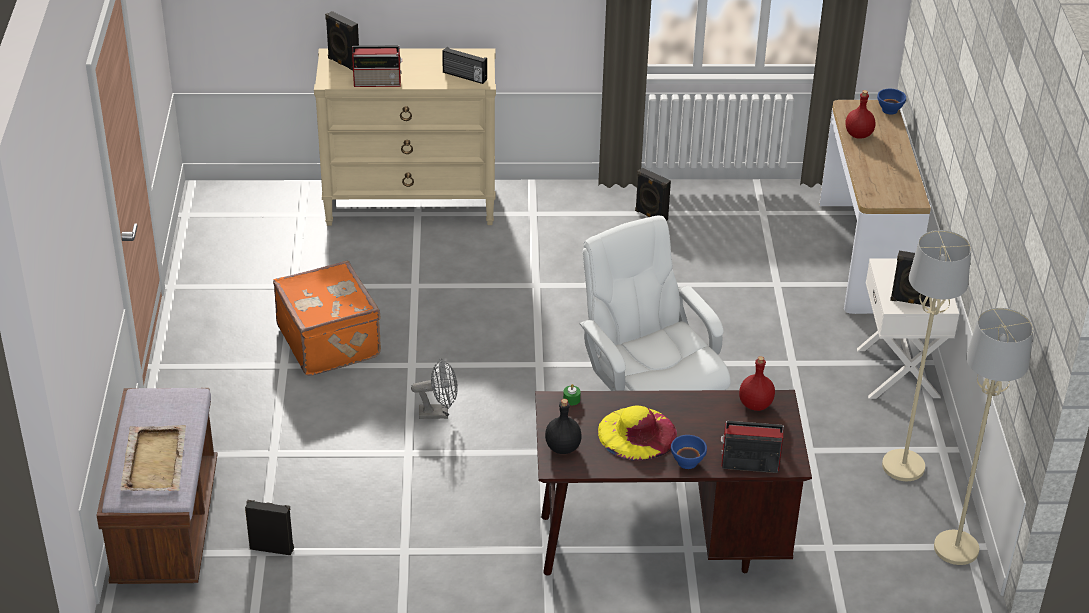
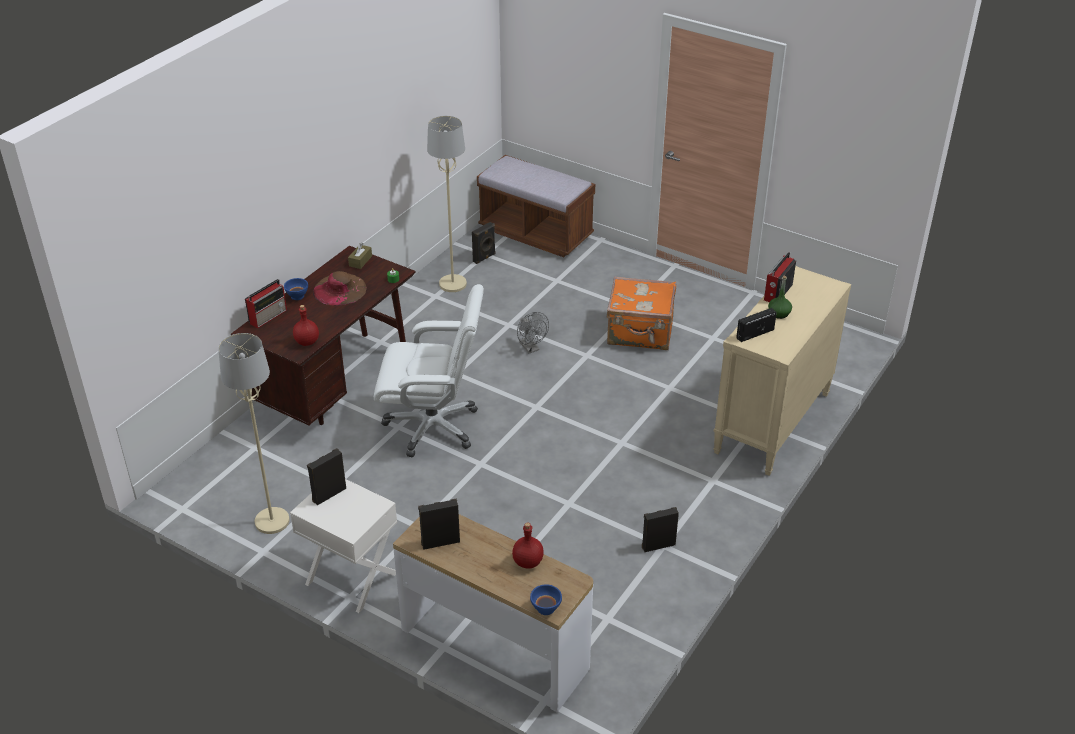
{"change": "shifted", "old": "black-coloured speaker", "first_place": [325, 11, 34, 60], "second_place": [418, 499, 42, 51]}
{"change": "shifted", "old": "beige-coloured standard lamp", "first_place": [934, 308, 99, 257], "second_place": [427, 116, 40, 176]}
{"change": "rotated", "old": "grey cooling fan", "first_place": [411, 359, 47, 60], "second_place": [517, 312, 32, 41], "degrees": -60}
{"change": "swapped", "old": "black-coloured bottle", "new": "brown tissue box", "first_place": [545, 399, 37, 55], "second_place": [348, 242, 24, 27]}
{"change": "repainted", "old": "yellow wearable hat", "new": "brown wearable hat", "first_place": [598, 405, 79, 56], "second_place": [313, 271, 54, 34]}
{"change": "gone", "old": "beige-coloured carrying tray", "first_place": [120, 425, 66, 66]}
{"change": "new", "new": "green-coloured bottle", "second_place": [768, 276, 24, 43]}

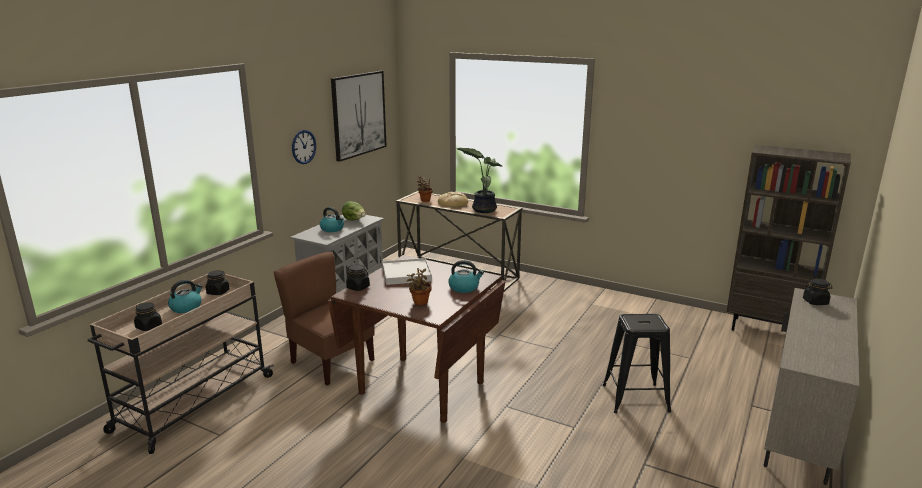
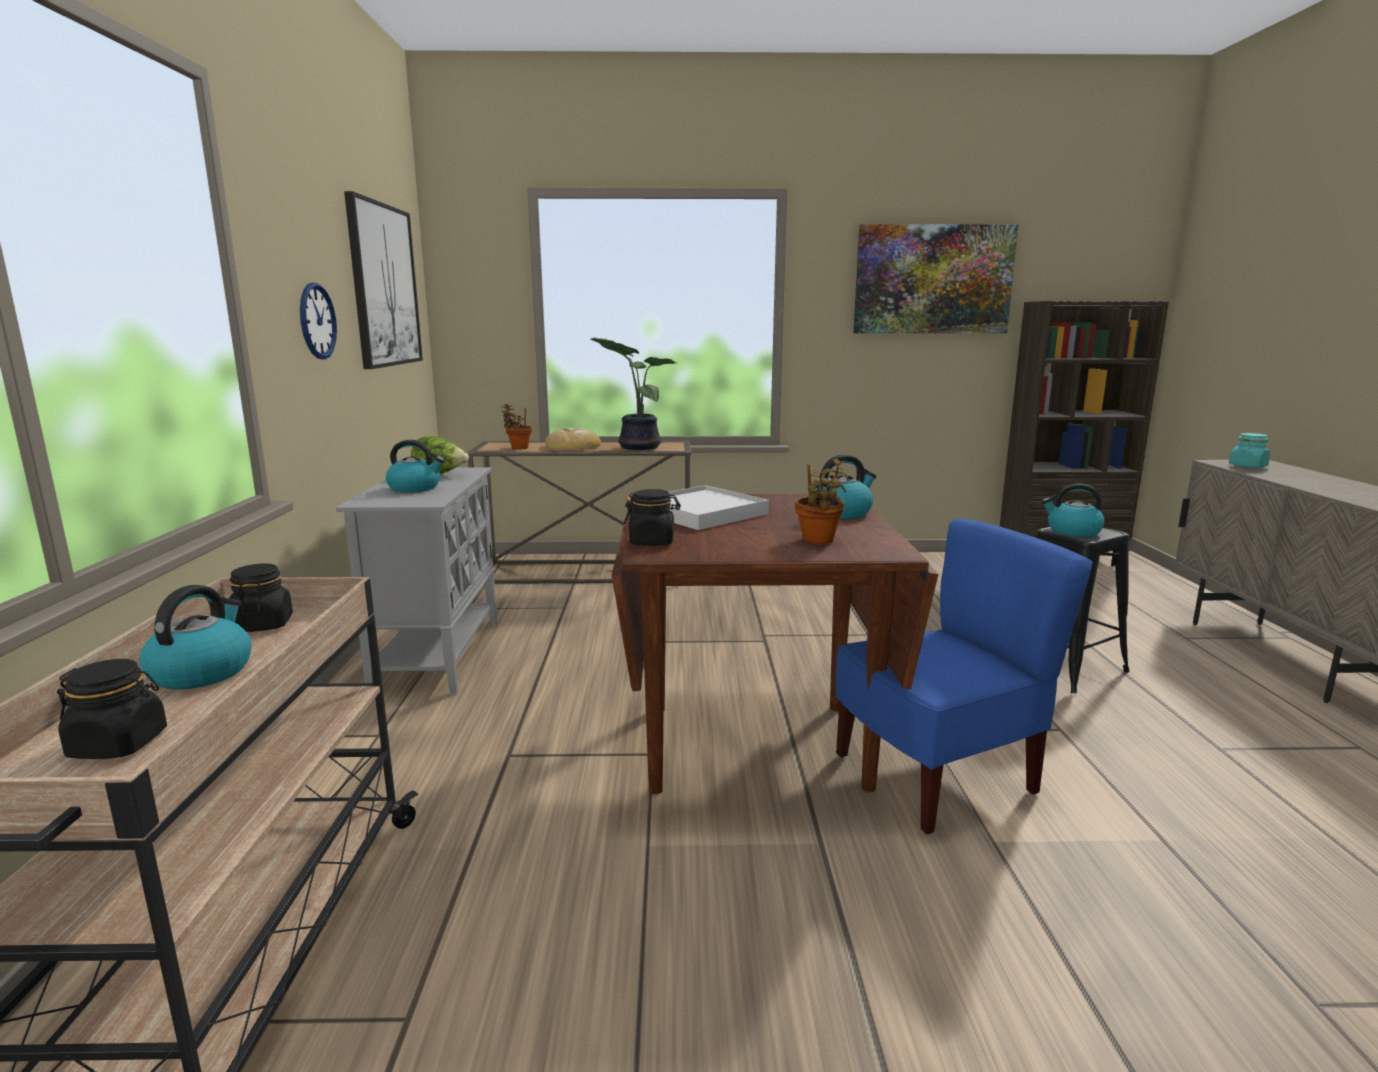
{"change": "gone", "old": "brown plain chair", "first_place": [274, 252, 101, 134]}
{"change": "repainted", "old": "black-coloured preserve jar", "new": "turquoise preserve jar", "first_place": [803, 278, 29, 27], "second_place": [1229, 433, 41, 35]}
{"change": "new", "new": "picture", "second_place": [853, 224, 165, 109]}
{"change": "new", "new": "water kettle", "second_place": [1042, 483, 63, 54]}
{"change": "new", "new": "blue plain chair", "second_place": [836, 519, 257, 315]}

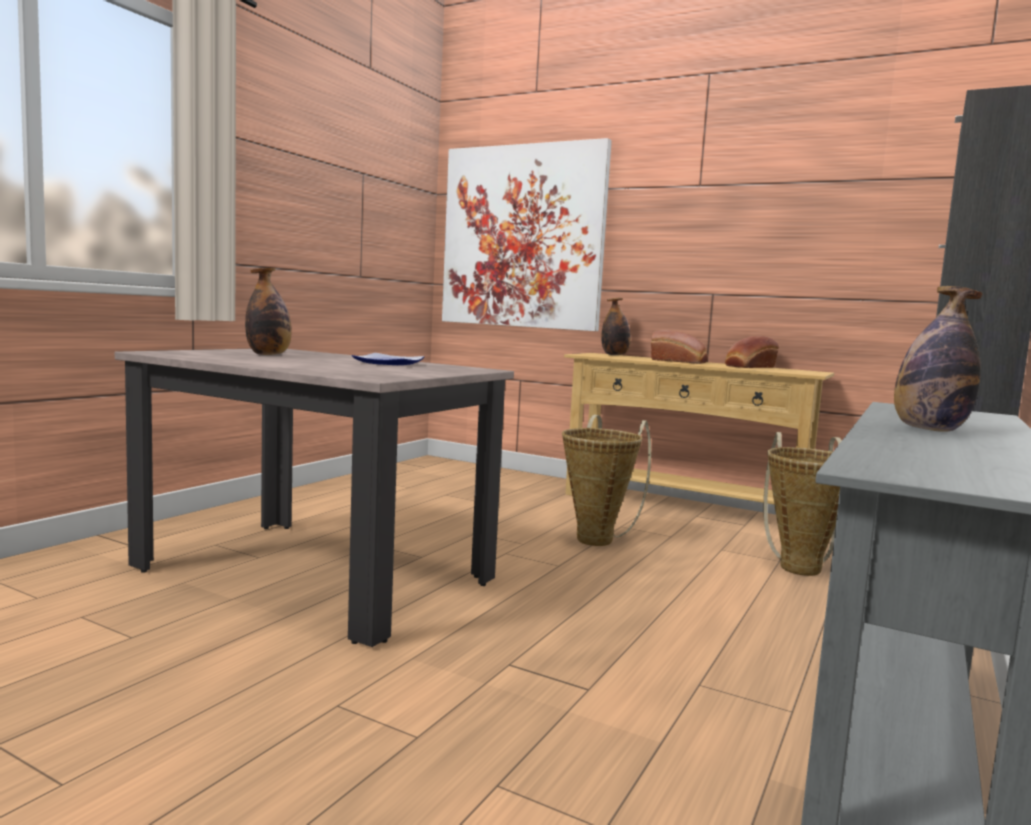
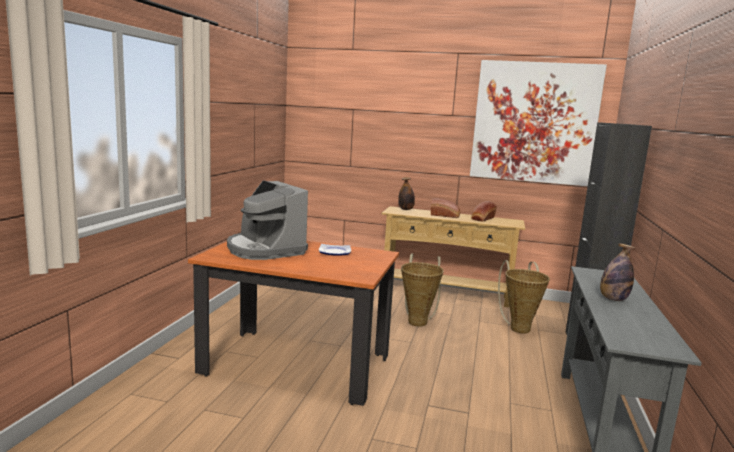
{"change": "shifted", "old": "picture", "first_place": [442, 138, 170, 193], "second_place": [470, 60, 137, 126]}
{"change": "swapped", "old": "bottle", "new": "coffee machine", "first_place": [245, 268, 47, 87], "second_place": [227, 180, 81, 80]}
{"change": "repainted", "old": "beige-coloured kitchen table", "new": "orangey kitchen table", "first_place": [115, 349, 399, 298], "second_place": [188, 241, 211, 165]}

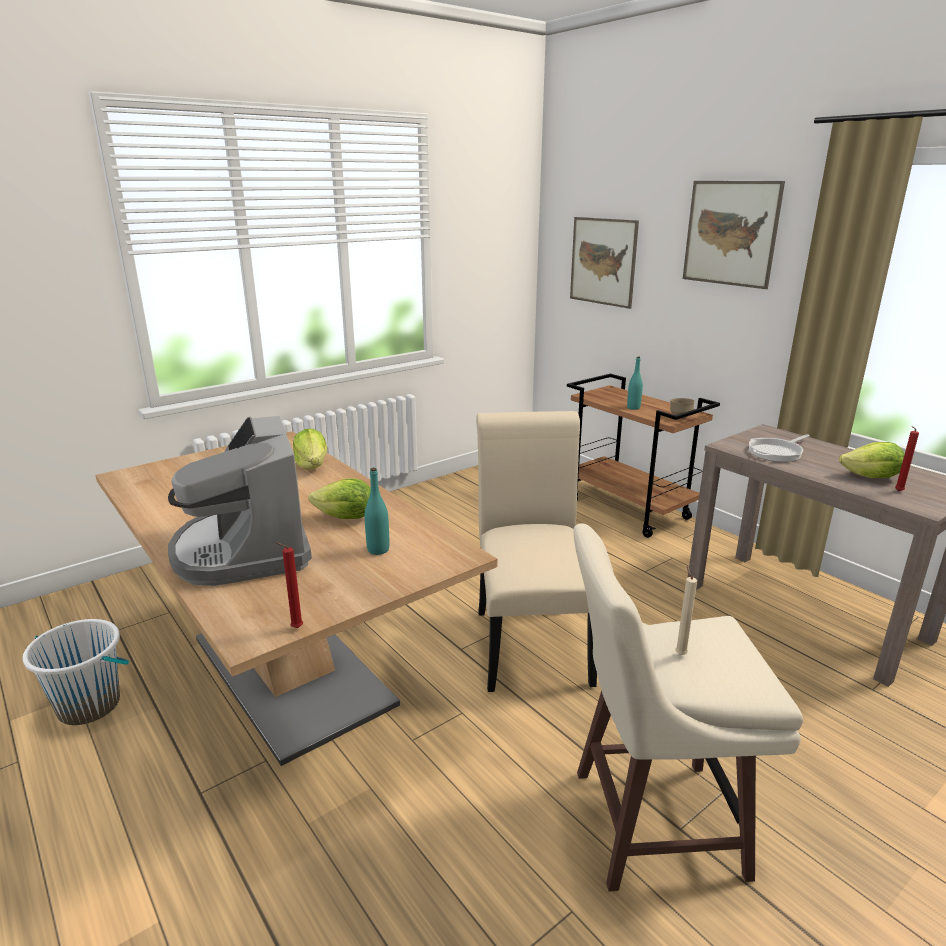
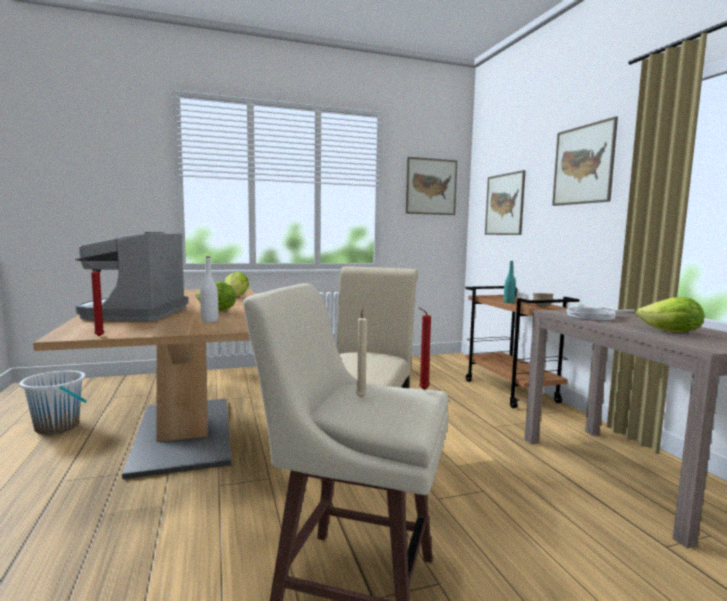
{"change": "shifted", "old": "reddish wax candle", "first_place": [895, 426, 24, 65], "second_place": [418, 307, 13, 83]}
{"change": "repainted", "old": "turquoise bottle", "new": "whitish bottle", "first_place": [364, 468, 25, 87], "second_place": [200, 256, 18, 66]}
{"change": "new", "new": "picture", "second_place": [406, 157, 51, 58]}

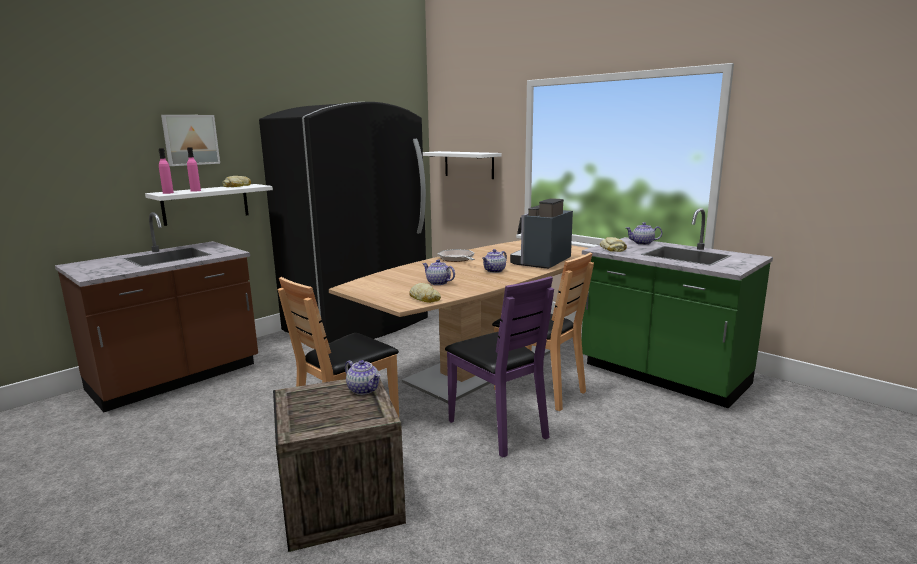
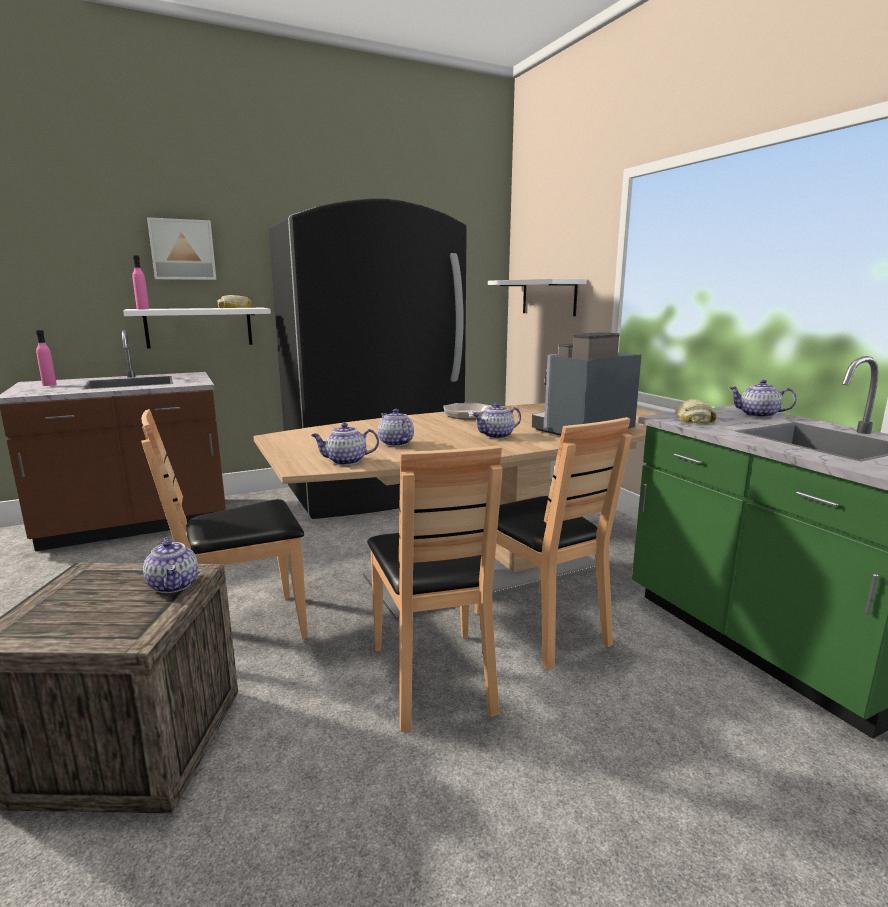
{"change": "shifted", "old": "pink-coloured bottle", "first_place": [187, 147, 14, 45], "second_place": [36, 330, 21, 56]}
{"change": "repainted", "old": "purple plain chair", "new": "brown plain chair", "first_place": [445, 276, 109, 182], "second_place": [367, 445, 136, 287]}
{"change": "swapped", "old": "bread", "new": "pot for tea", "first_place": [409, 283, 32, 20], "second_place": [311, 423, 68, 42]}

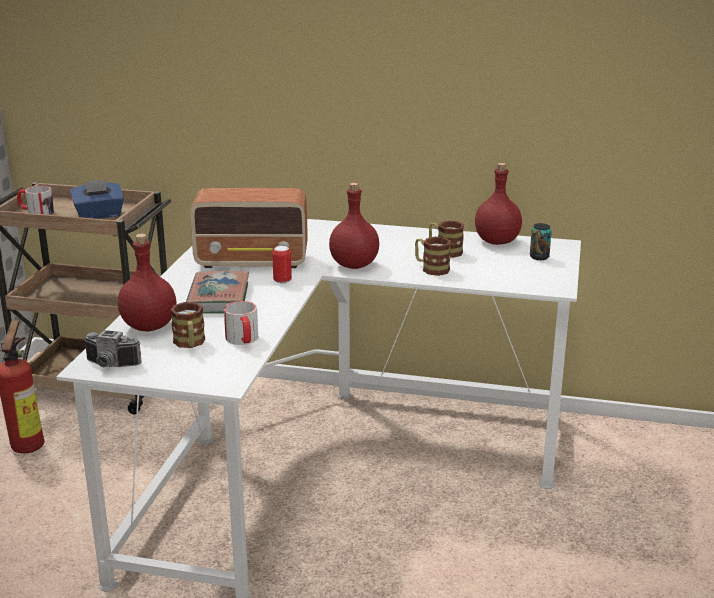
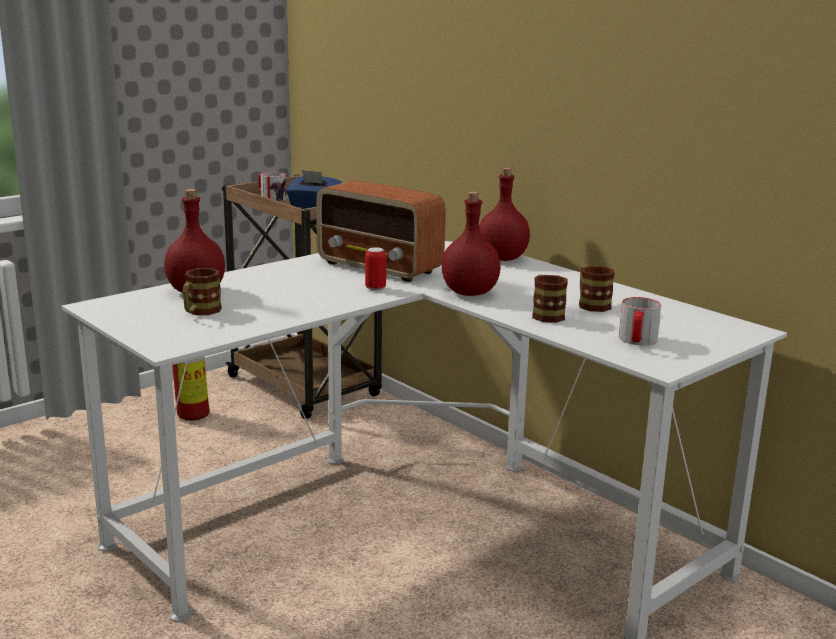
{"change": "shifted", "old": "reddish bottle", "first_place": [475, 163, 47, 82], "second_place": [479, 168, 51, 93]}
{"change": "gone", "old": "can", "first_place": [530, 223, 22, 37]}
{"change": "gone", "old": "bound book", "first_place": [186, 271, 63, 43]}
{"change": "shifted", "old": "tea mug", "first_place": [224, 301, 34, 44], "second_place": [619, 297, 42, 48]}
{"change": "gone", "old": "still camera", "first_place": [84, 330, 58, 37]}

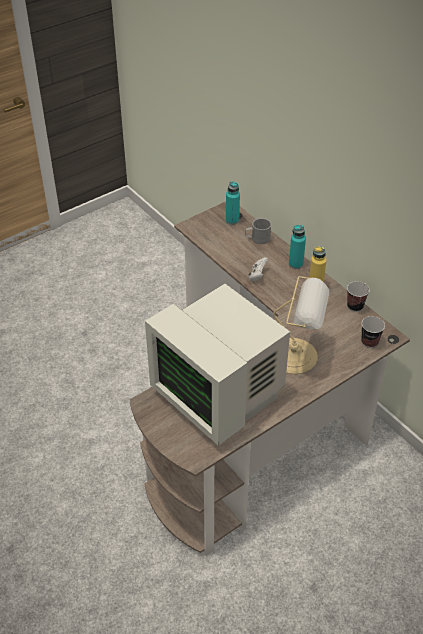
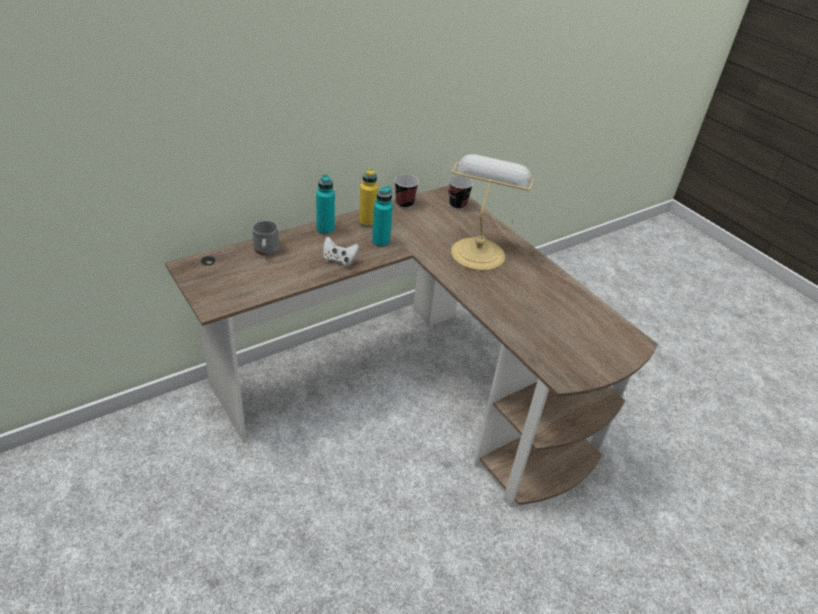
{"change": "shifted", "old": "turquoise bottle", "first_place": [226, 181, 14, 44], "second_place": [372, 186, 21, 61]}
{"change": "gone", "old": "monitor", "first_place": [145, 283, 145, 163]}

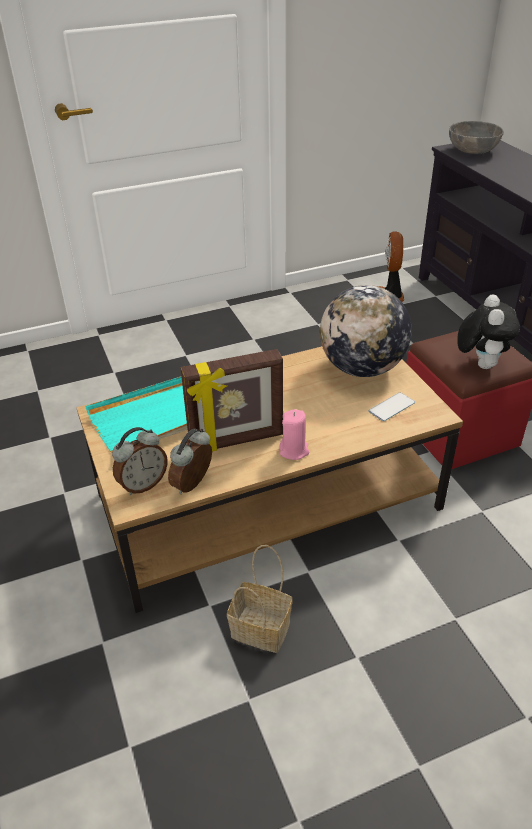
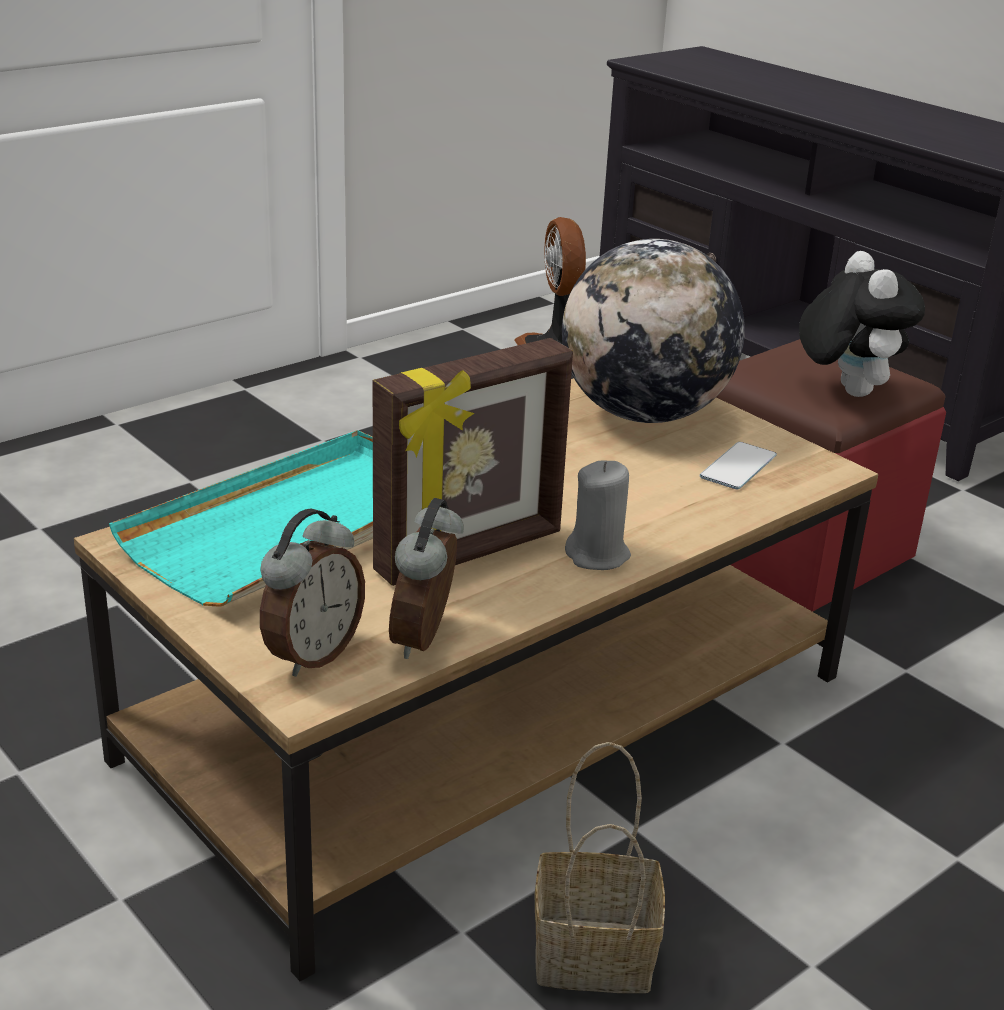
{"change": "gone", "old": "grey deep dish", "first_place": [449, 121, 55, 33]}
{"change": "repainted", "old": "pink-coloured wax candle", "new": "grey wax candle", "first_place": [279, 409, 31, 51], "second_place": [565, 460, 66, 110]}

